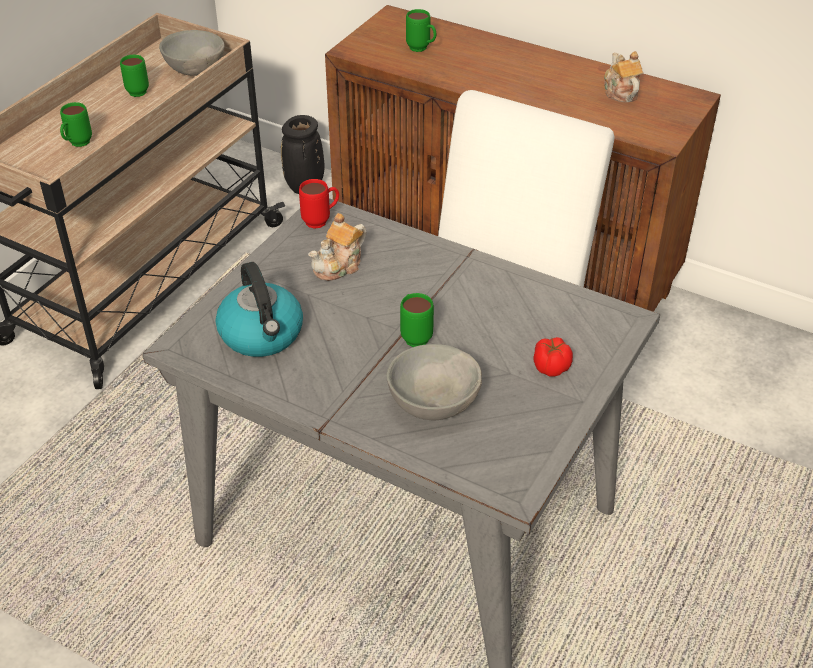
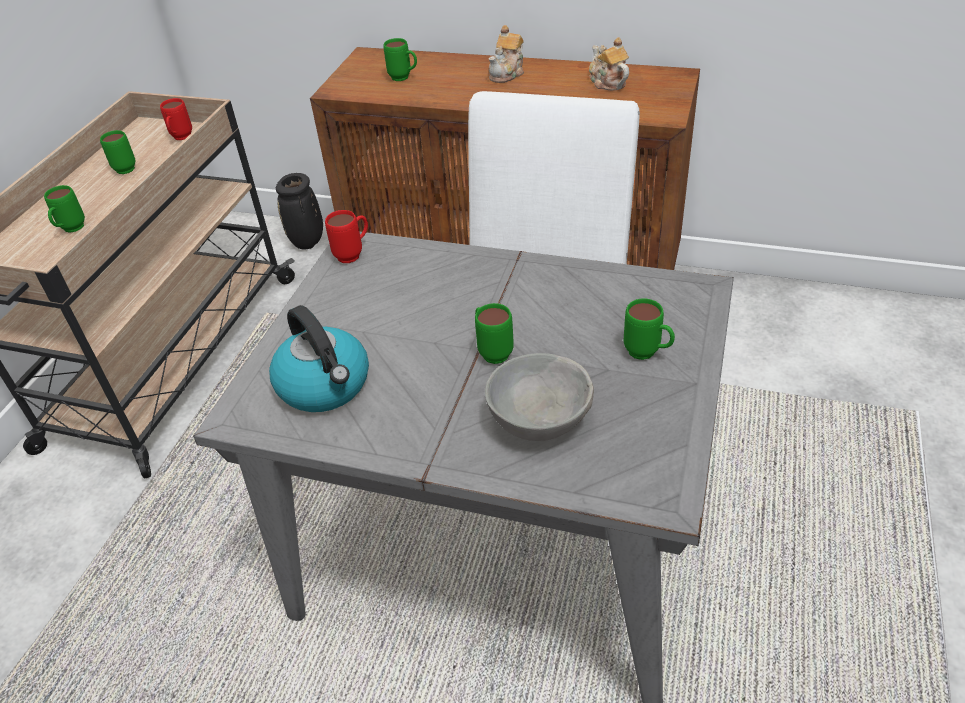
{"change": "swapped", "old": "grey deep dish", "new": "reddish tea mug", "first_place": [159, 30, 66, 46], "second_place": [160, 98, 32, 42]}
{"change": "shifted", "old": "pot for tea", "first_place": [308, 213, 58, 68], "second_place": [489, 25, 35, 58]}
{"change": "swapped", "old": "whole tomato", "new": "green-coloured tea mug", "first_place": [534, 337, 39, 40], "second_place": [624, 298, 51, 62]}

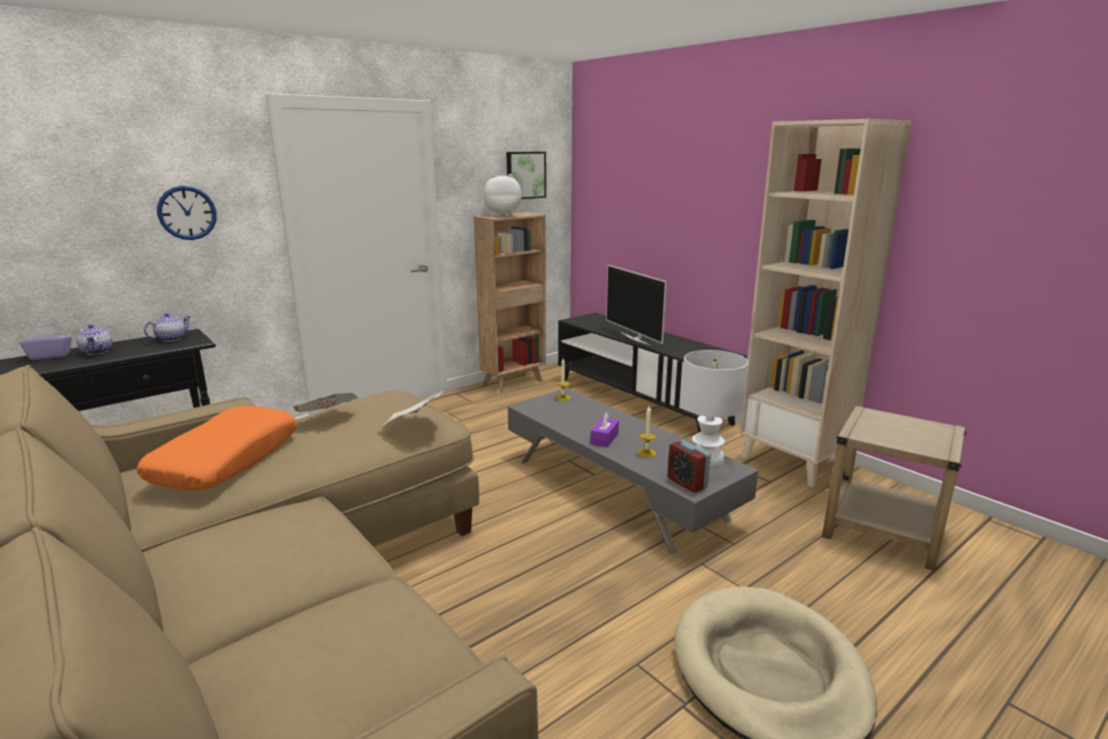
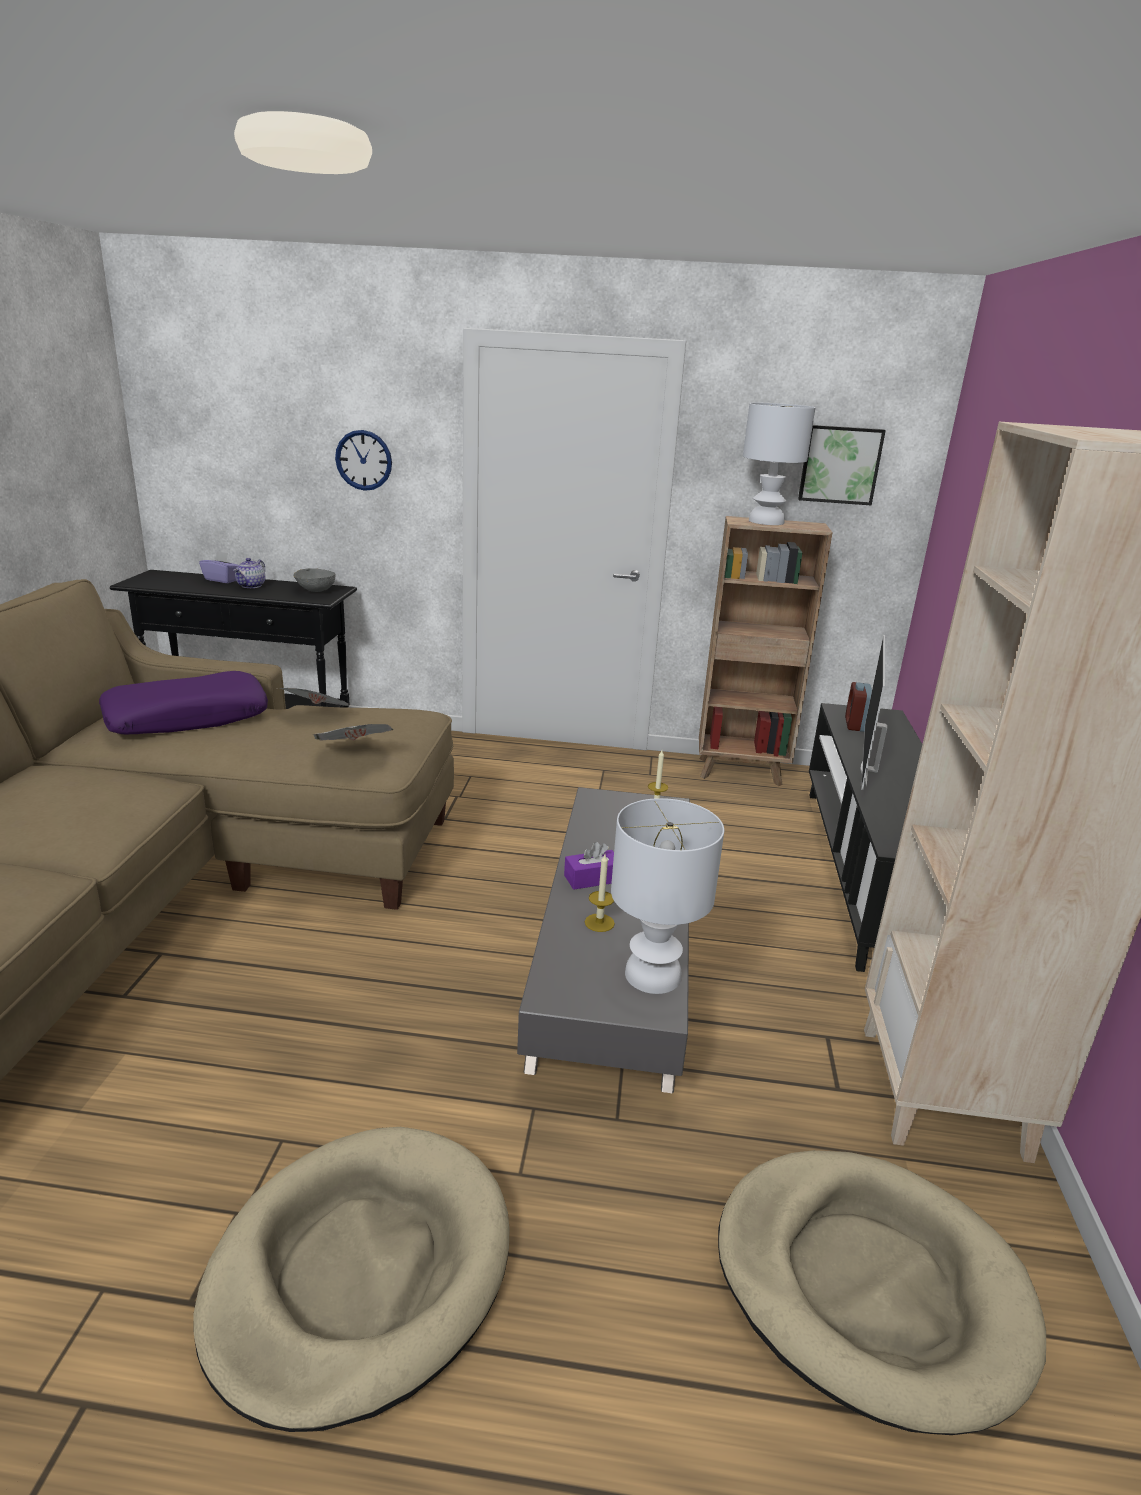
{"change": "swapped", "old": "cuddly toy", "new": "whitish table lamp", "first_place": [484, 174, 38, 42], "second_place": [743, 403, 72, 122]}
{"change": "swapped", "old": "pot for tea", "new": "grey deep dish", "first_place": [144, 313, 47, 29], "second_place": [293, 568, 43, 24]}
{"change": "repainted", "old": "orangey throw pillow", "new": "purple throw pillow", "first_place": [137, 406, 160, 85], "second_place": [99, 671, 169, 63]}
{"change": "swapped", "old": "beige-coloured accent table", "new": "beige-coloured dog cushion", "first_place": [822, 406, 144, 165], "second_place": [718, 1150, 328, 285]}
{"change": "shifted", "old": "bedside clock", "first_place": [668, 440, 43, 53], "second_place": [845, 682, 27, 50]}

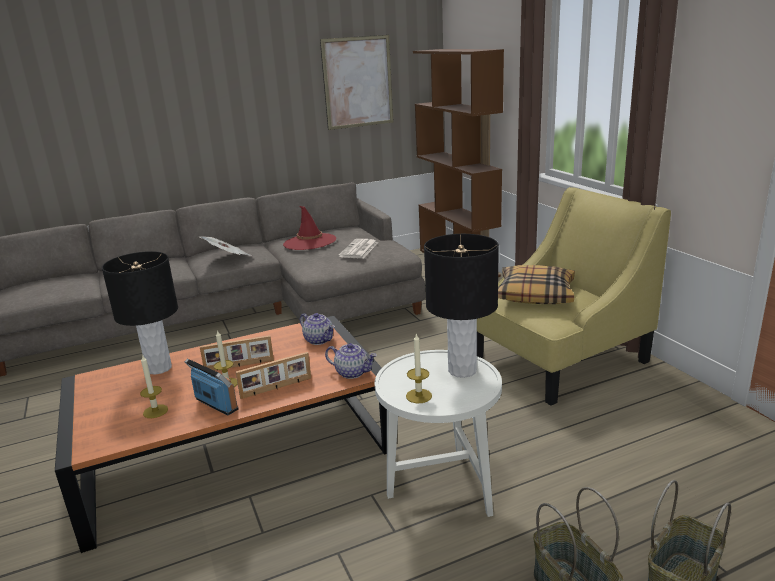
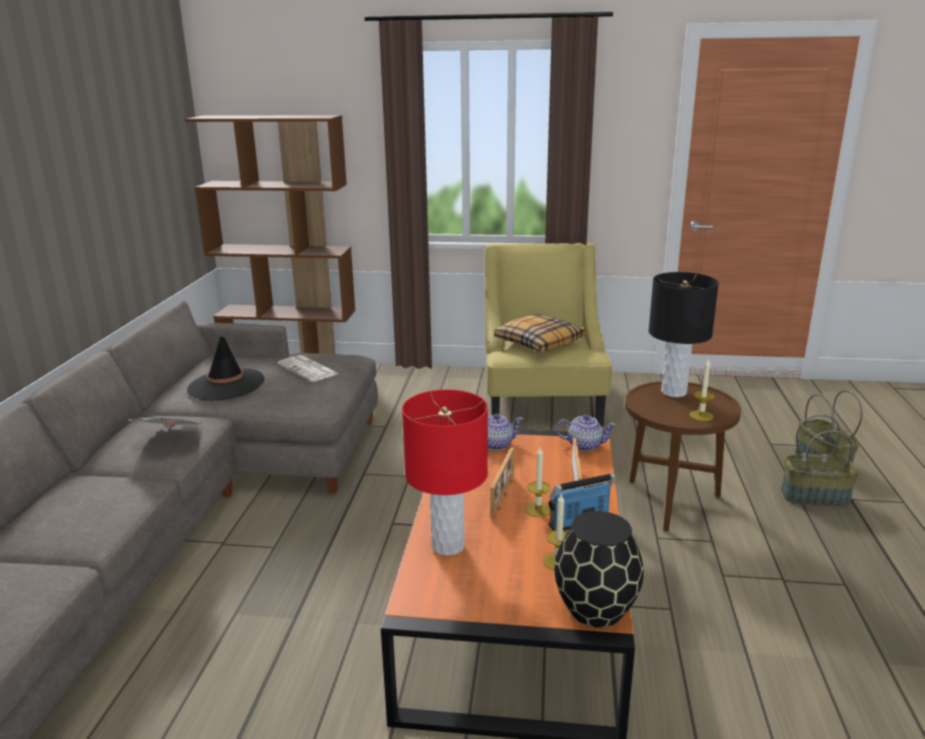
{"change": "gone", "old": "picture", "first_place": [320, 35, 74, 95]}
{"change": "repainted", "old": "reddish wearable hat", "new": "black-coloured wearable hat", "first_place": [283, 206, 53, 44], "second_place": [187, 337, 77, 64]}
{"change": "repainted", "old": "black-coloured table lamp", "new": "reddish table lamp", "first_place": [102, 251, 76, 124], "second_place": [402, 390, 86, 166]}
{"change": "rotated", "old": "pot for tea", "first_place": [325, 343, 52, 36], "second_place": [556, 414, 60, 37], "degrees": 45}
{"change": "repainted", "old": "whitish accent table", "new": "brown accent table", "first_place": [375, 350, 127, 167], "second_place": [625, 381, 116, 151]}
{"change": "new", "new": "black-coloured flower vase", "second_place": [554, 511, 90, 117]}

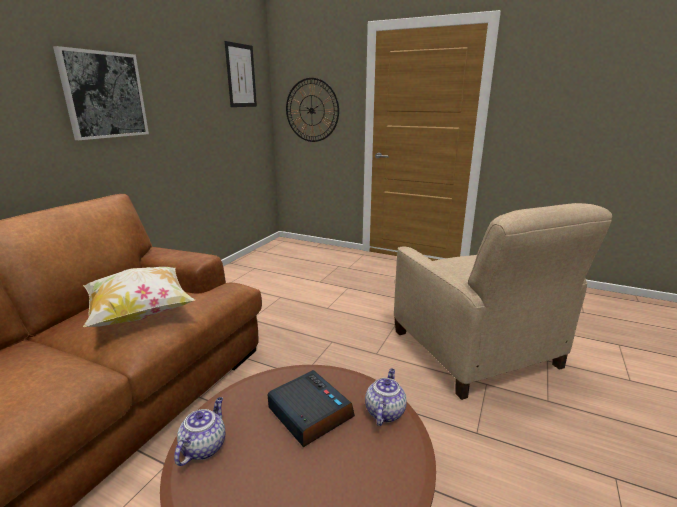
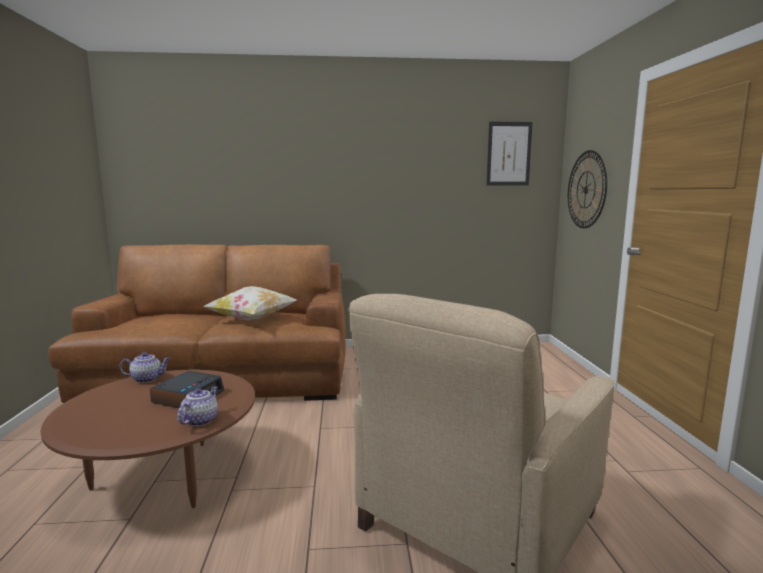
{"change": "gone", "old": "picture", "first_place": [53, 46, 96, 94]}
{"change": "rotated", "old": "pot for tea", "first_place": [365, 369, 42, 57], "second_place": [177, 386, 41, 40], "degrees": -60}

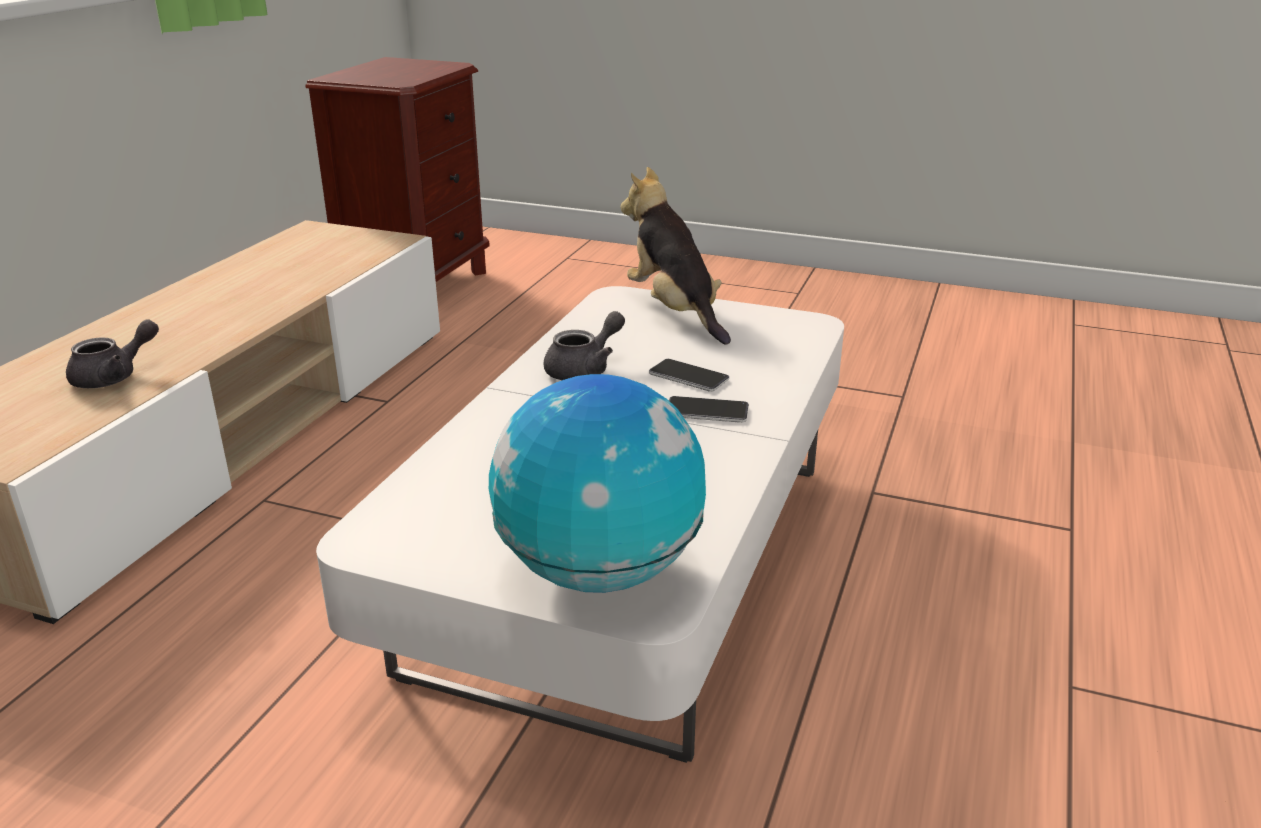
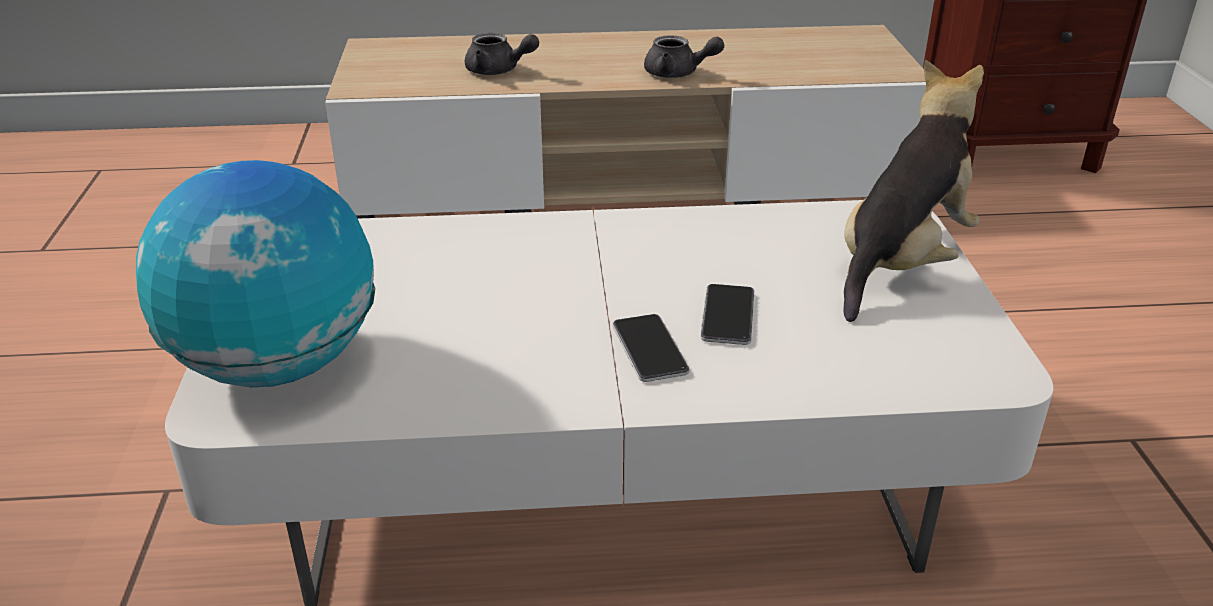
{"change": "shifted", "old": "grey pot for tea", "first_place": [544, 311, 81, 69], "second_place": [644, 35, 80, 43]}

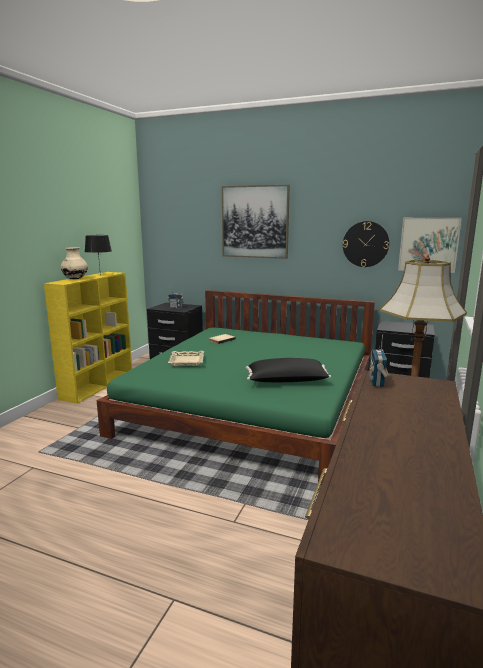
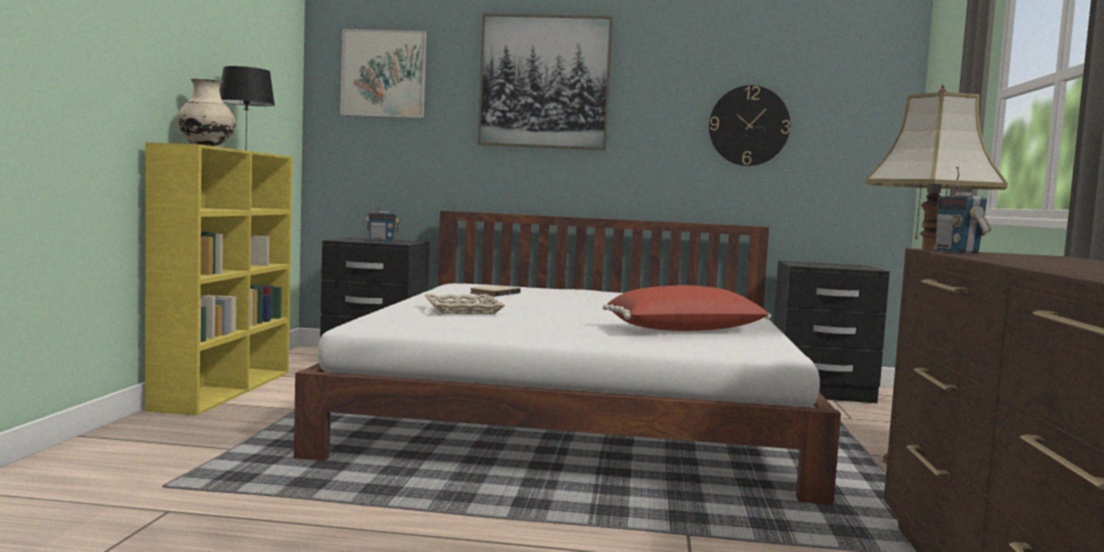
{"change": "shifted", "old": "picture", "first_place": [398, 218, 64, 55], "second_place": [340, 29, 87, 89]}
{"change": "repainted", "old": "green-coloured bed", "new": "whitish bed", "first_place": [97, 290, 278, 195], "second_place": [294, 211, 547, 294]}
{"change": "repainted", "old": "black-coloured throw pillow", "new": "reddish throw pillow", "first_place": [246, 358, 85, 24], "second_place": [603, 285, 168, 46]}

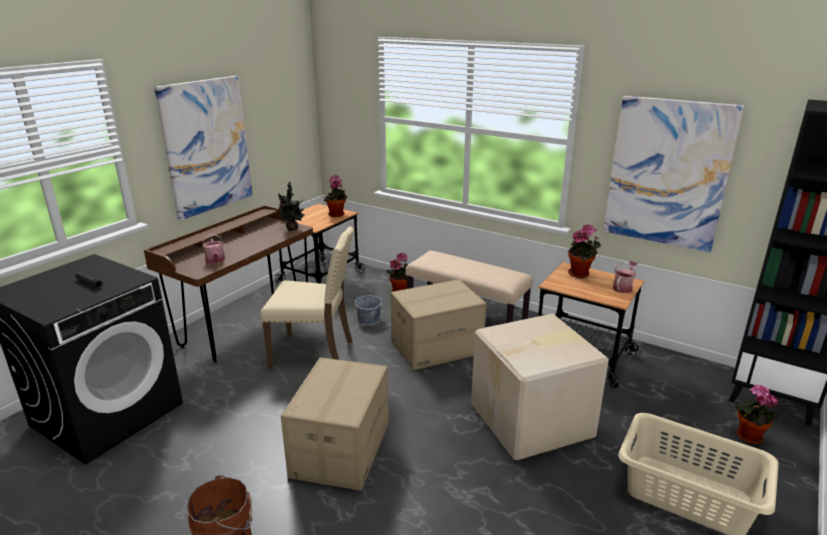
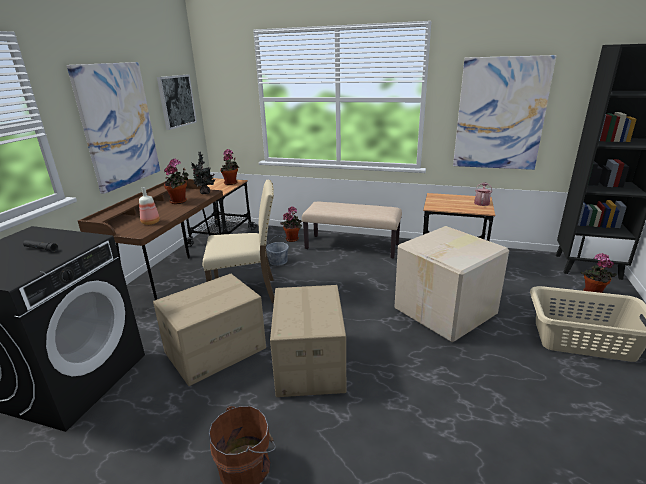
{"change": "shifted", "old": "potted plant", "first_place": [568, 224, 33, 54], "second_place": [164, 159, 25, 45]}
{"change": "swapped", "old": "watering can", "new": "bottle", "first_place": [202, 234, 23, 30], "second_place": [139, 187, 21, 38]}
{"change": "shifted", "old": "cardboard box", "first_place": [391, 279, 96, 91], "second_place": [153, 274, 113, 112]}
{"change": "new", "new": "picture", "second_place": [157, 74, 40, 56]}

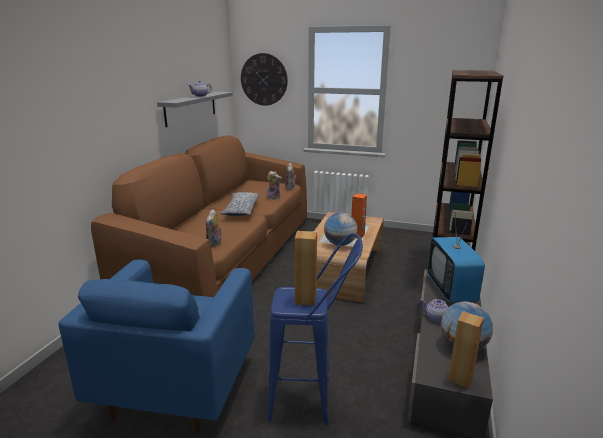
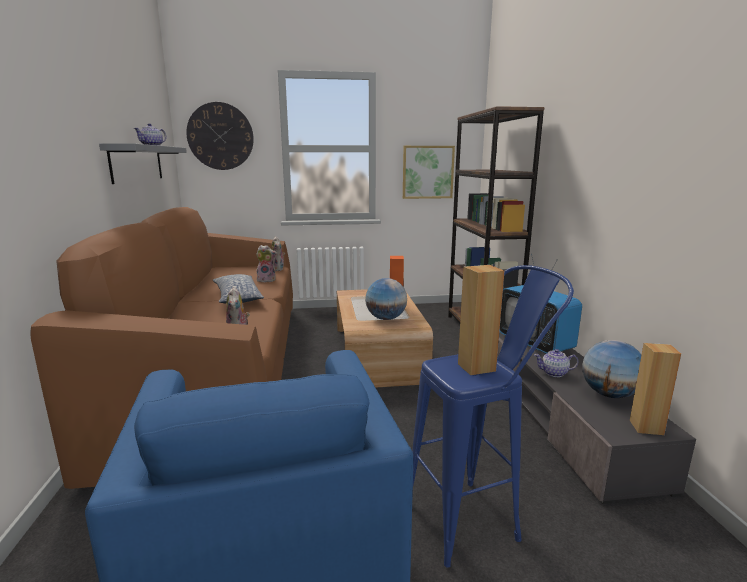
{"change": "new", "new": "picture", "second_place": [403, 146, 52, 53]}

